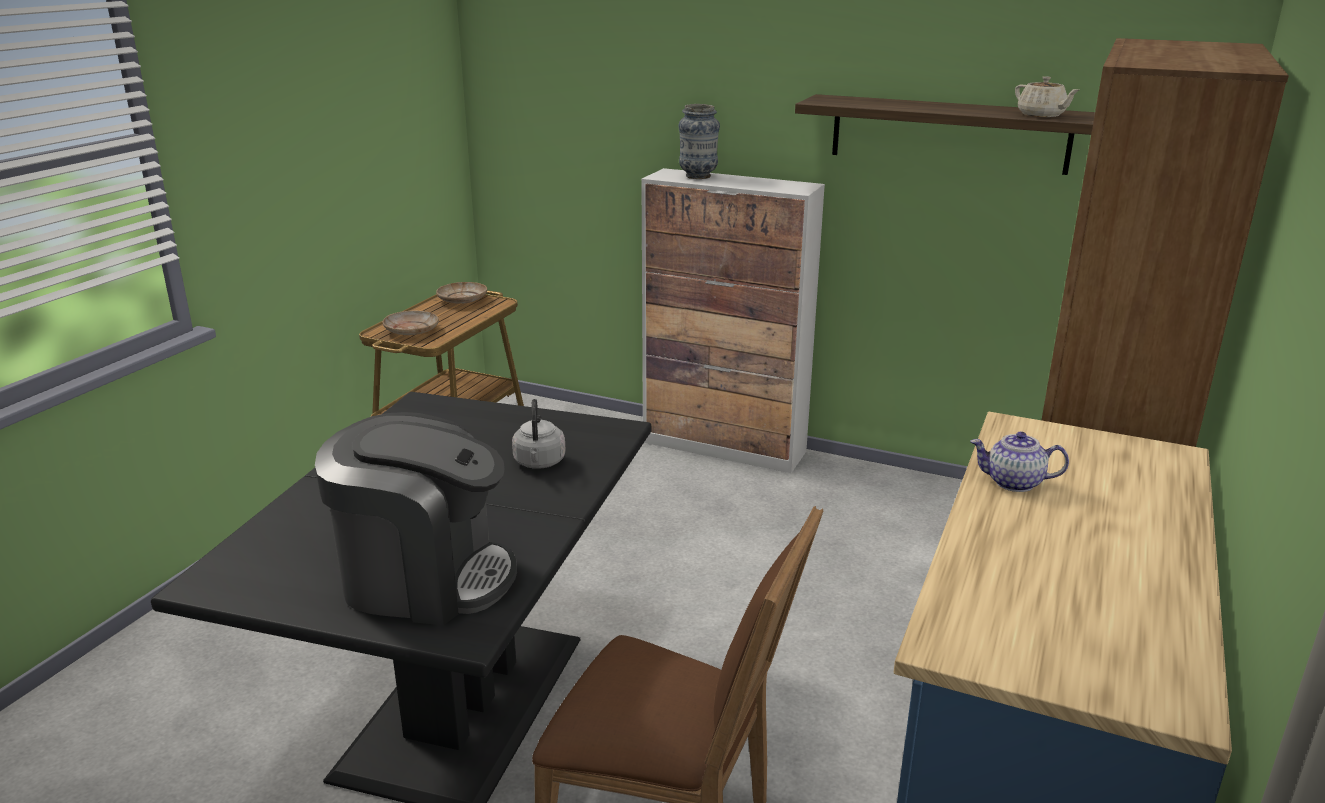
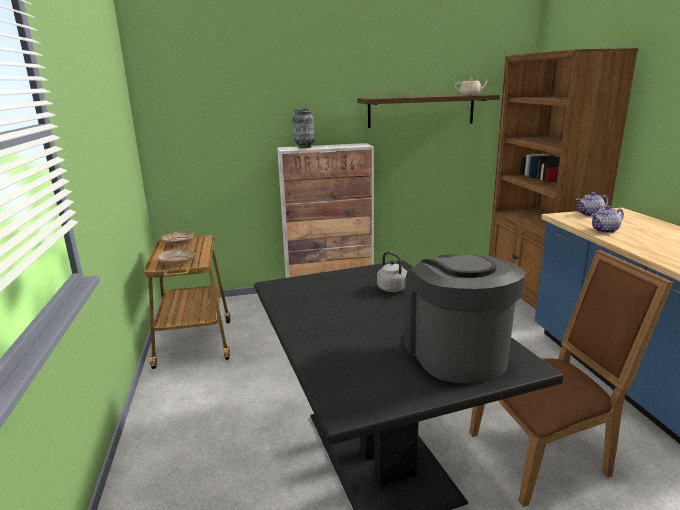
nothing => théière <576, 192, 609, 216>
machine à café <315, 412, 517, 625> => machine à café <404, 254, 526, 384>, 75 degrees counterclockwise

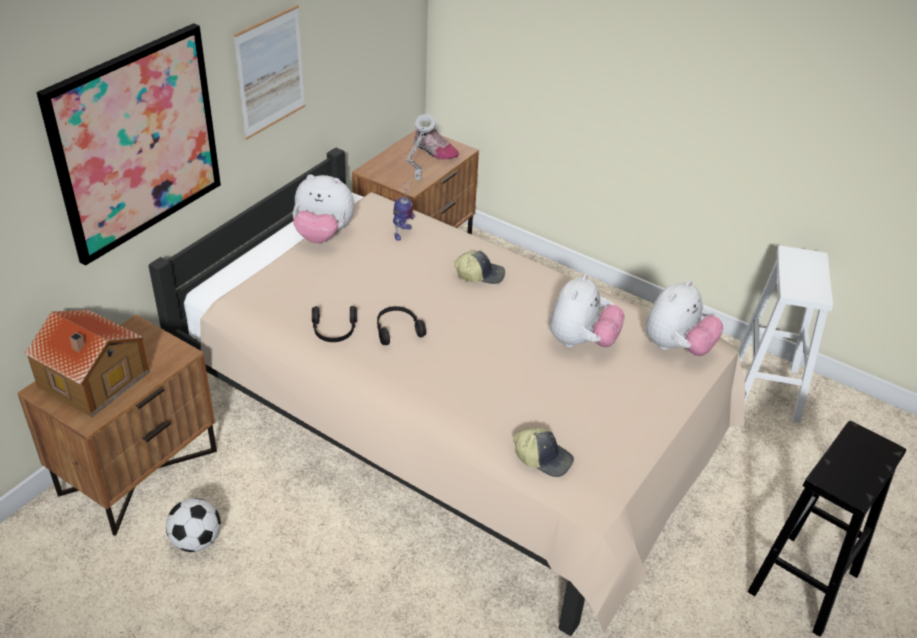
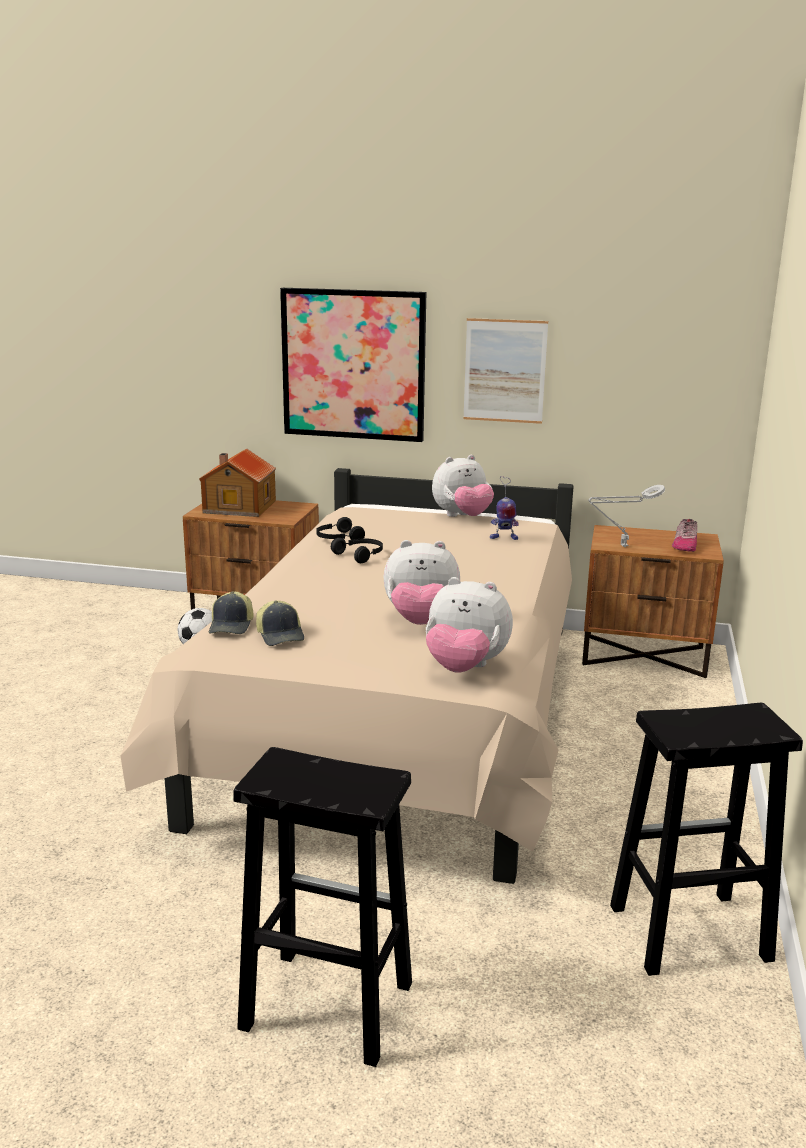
casquette <454, 251, 505, 284> => casquette <256, 600, 304, 646>, shifted
tabouret (blanc) <738, 246, 833, 423> => tabouret (noir) <610, 703, 803, 976>
peluche <293, 174, 355, 243> => peluche <432, 455, 494, 517>, 105 degrees counterclockwise

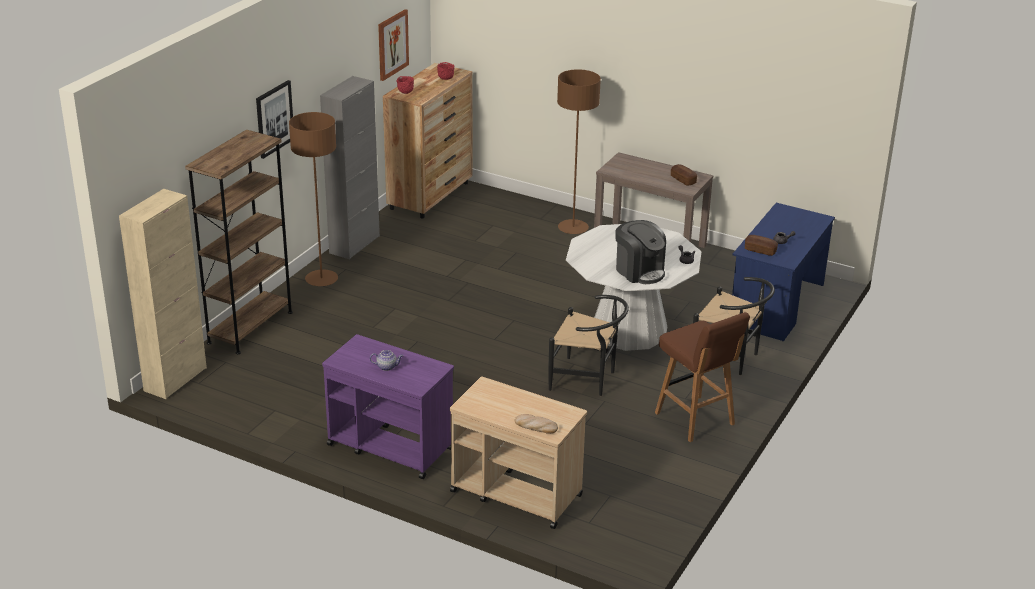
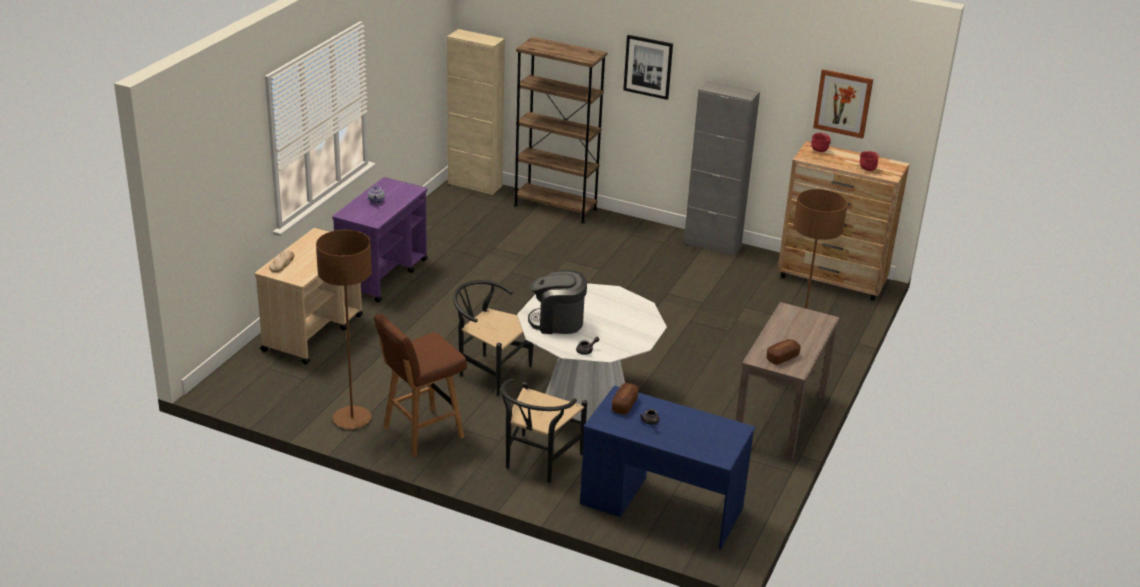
lampadaire (marron) <289, 112, 338, 286> => lampadaire (marron) <316, 230, 372, 429>, shifted
chaise (noir) <548, 295, 629, 396> => chaise (noir) <453, 280, 534, 396>, 105 degrees clockwise
machine à café <615, 220, 666, 284> => machine à café <528, 270, 587, 334>, 45 degrees clockwise

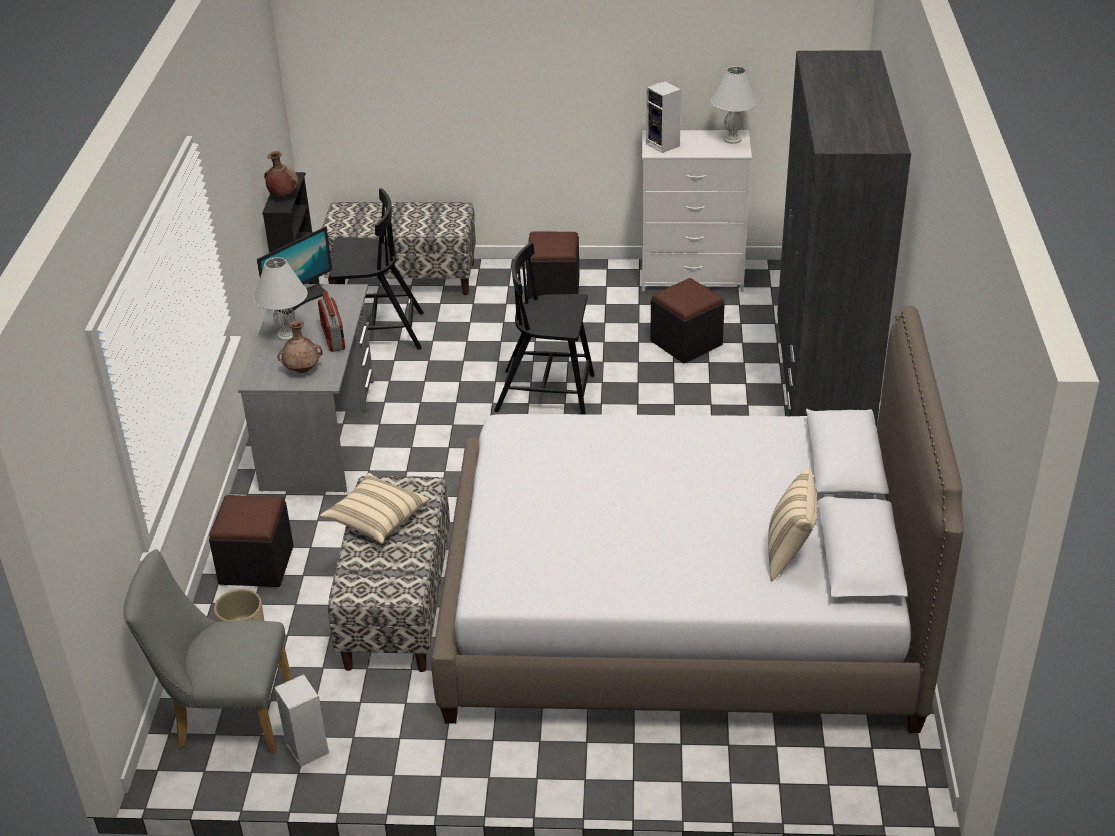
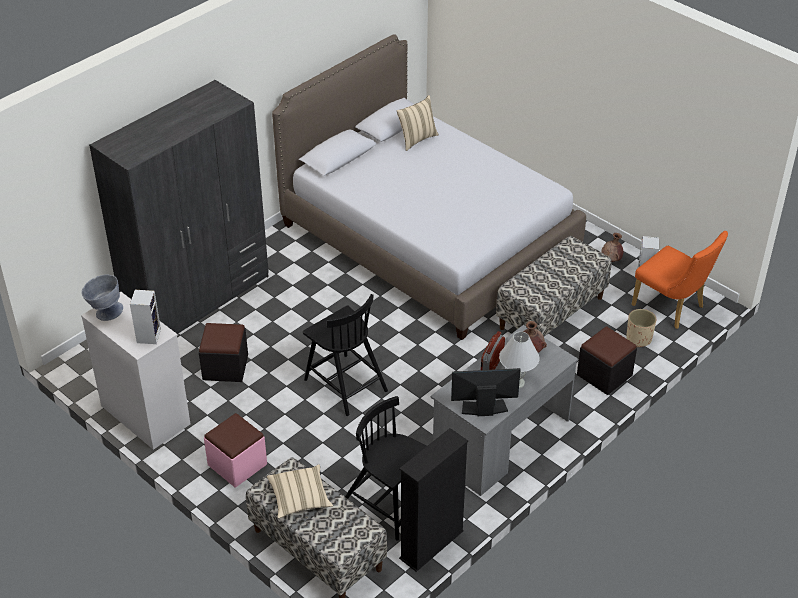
vase (marron) <264, 151, 299, 196> => vase (marron) <601, 233, 623, 262>, shifted
coussin (beige) <320, 473, 429, 544> => coussin (beige) <267, 464, 333, 518>, shifted
lampe de table (blanc) <711, 66, 758, 144> => bol (gris) <81, 275, 123, 321>
chaise (gris) <123, 549, 292, 753> => chaise (orange) <631, 231, 728, 329>
pouf (noir) <526, 232, 579, 300> => pouf (rose) <204, 413, 267, 487>

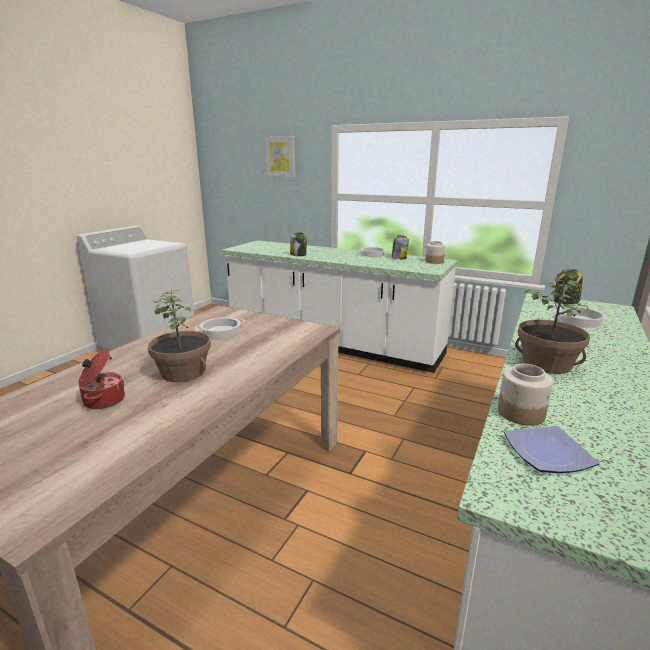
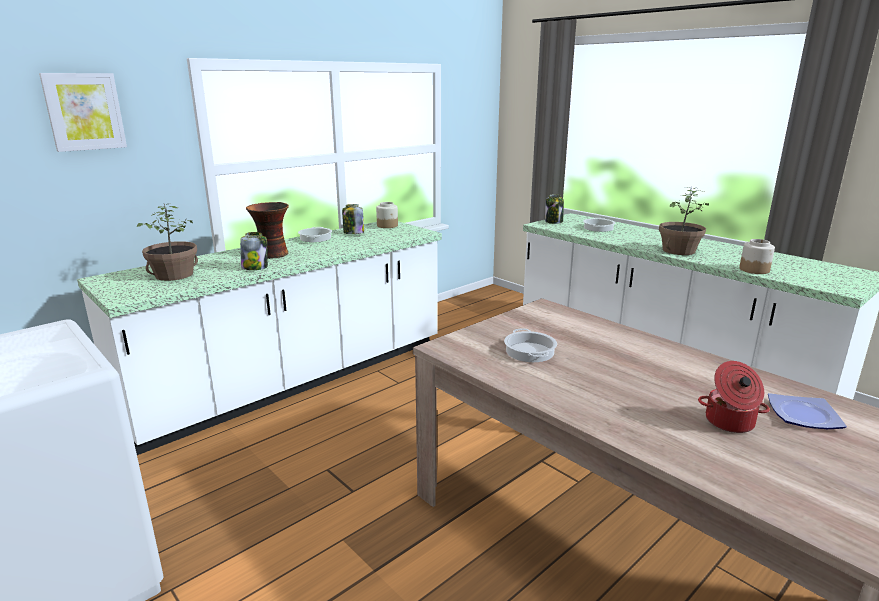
nothing => vase <246, 202, 289, 259>
plante en pot <148, 290, 211, 382> => plante en pot <137, 203, 198, 281>, shifted
assiette <504, 426, 600, 473> => assiette <768, 393, 847, 429>, shifted

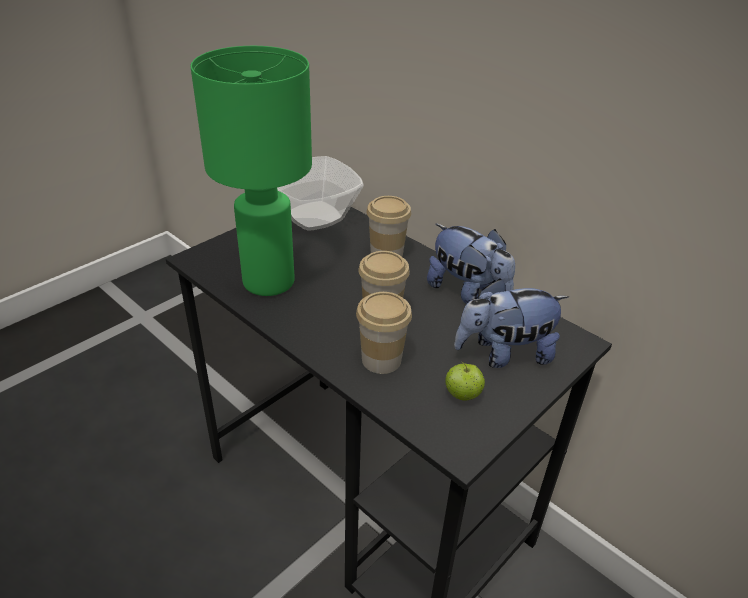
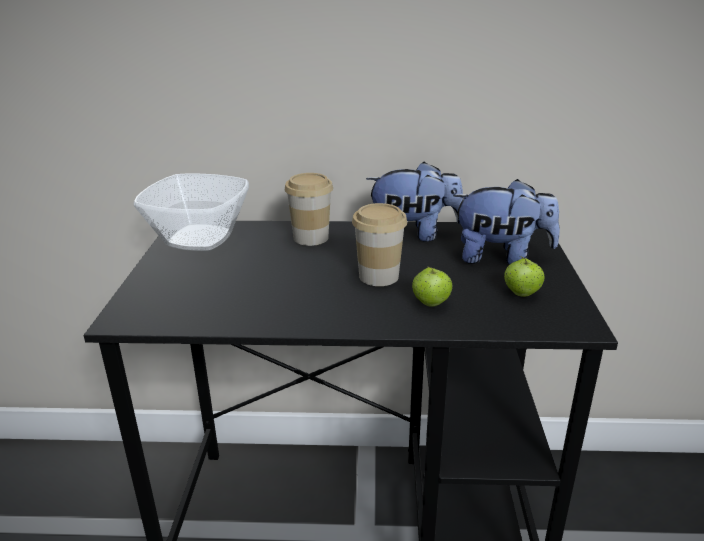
lampe de table (vert) <190, 46, 312, 296> => nothing
tasse <356, 292, 412, 374> => pomme <412, 267, 453, 307>
peluche <454, 278, 569, 368> => peluche <453, 179, 560, 265>, 120 degrees counterclockwise

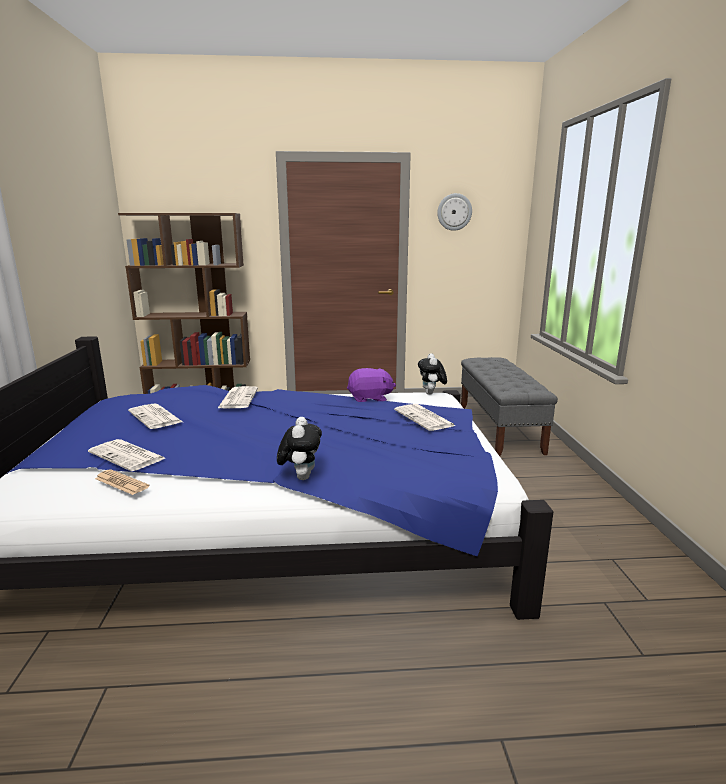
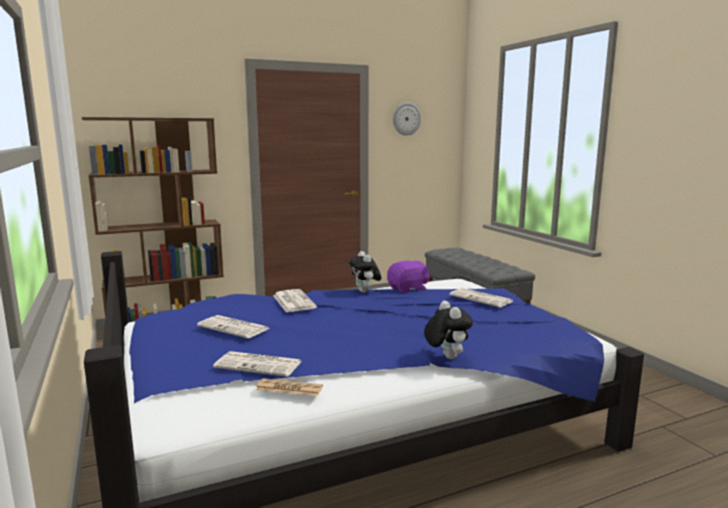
peluche <418, 353, 447, 395> => peluche <349, 251, 381, 293>, shifted

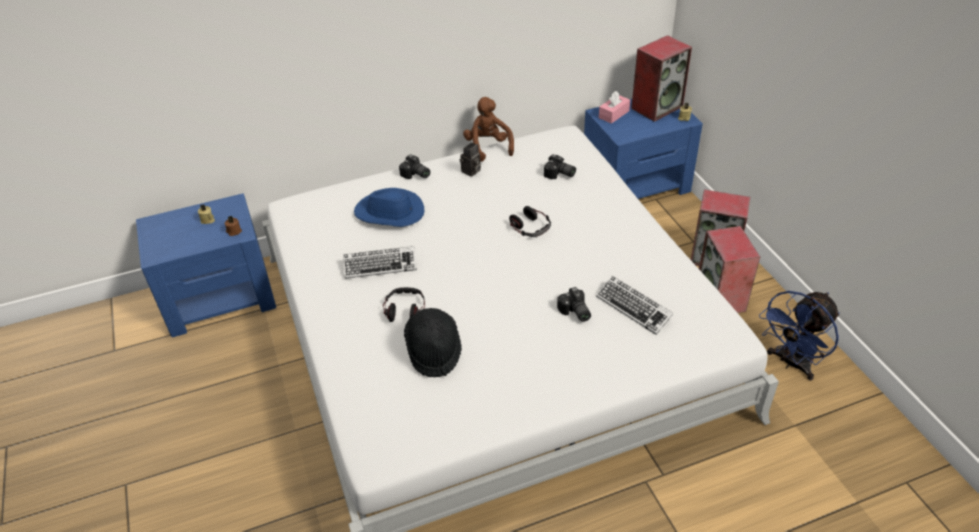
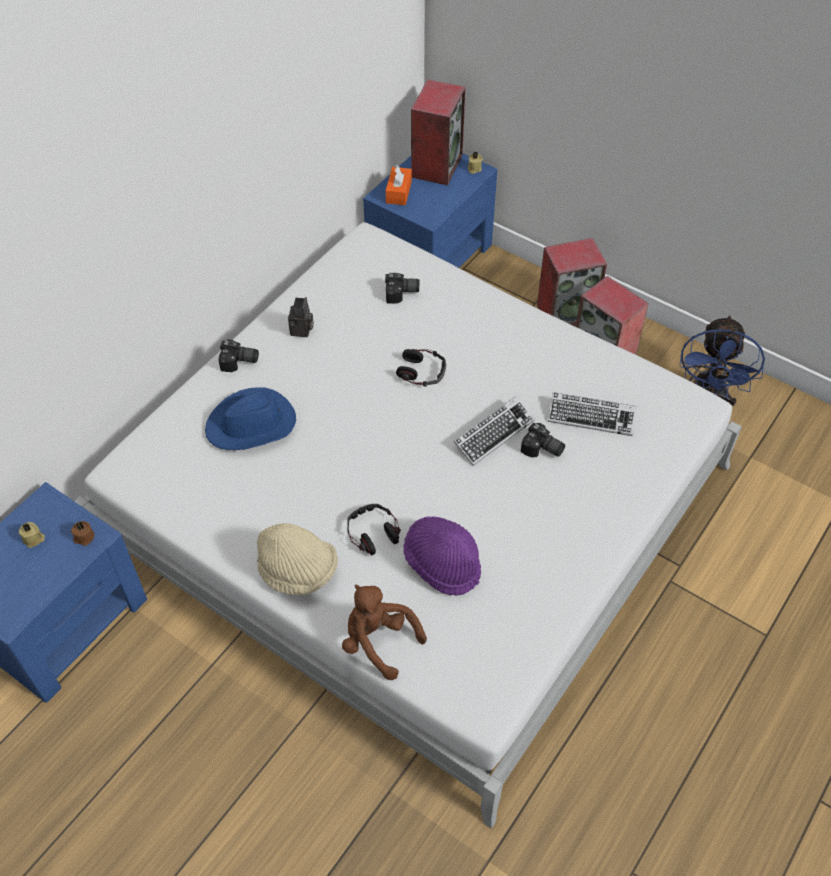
nothing => chapeau (beige) <257, 523, 338, 595>
clavier <343, 246, 417, 279> => clavier <453, 396, 535, 466>, shifted
peluche (marron) <463, 97, 514, 162> => peluche (marron) <342, 585, 427, 680>, shifted
chapeau (noir) <404, 308, 462, 377> => chapeau (violet) <403, 516, 481, 596>
boîte à mouchoirs (rose) <599, 91, 630, 124> => boîte à mouchoirs (orange) <386, 165, 412, 205>

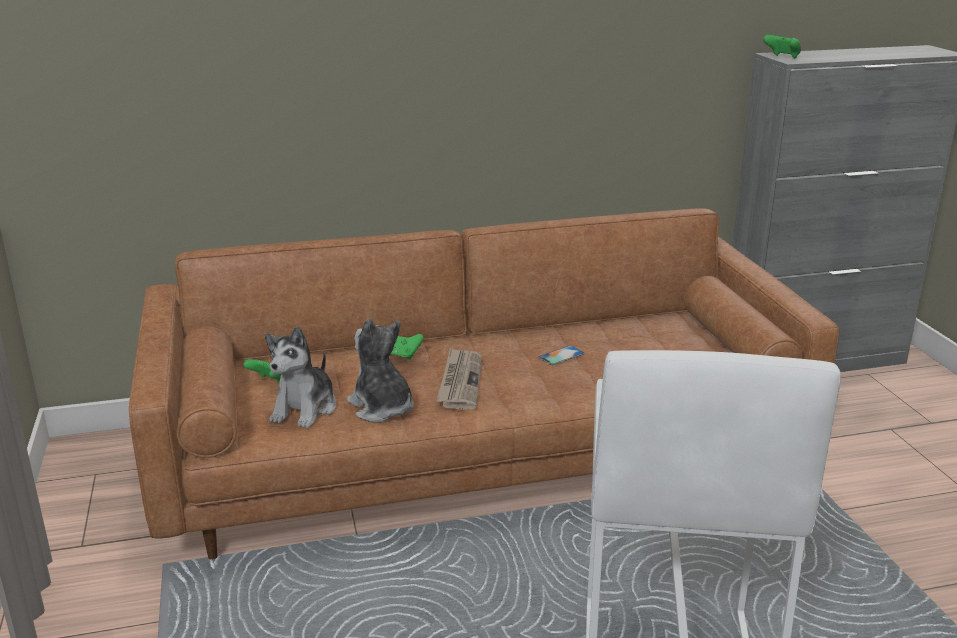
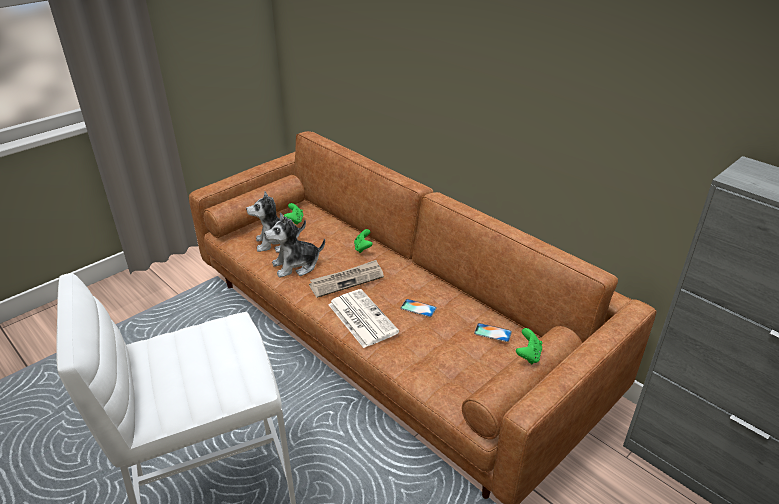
nothing => journal <328, 289, 399, 348>
nothing => téléphone <474, 323, 512, 342>
manette (vert) <763, 35, 801, 59> => manette (vert) <516, 328, 542, 364>, shifted
peluche <347, 318, 414, 423> => peluche <264, 213, 325, 278>, 135 degrees counterclockwise

